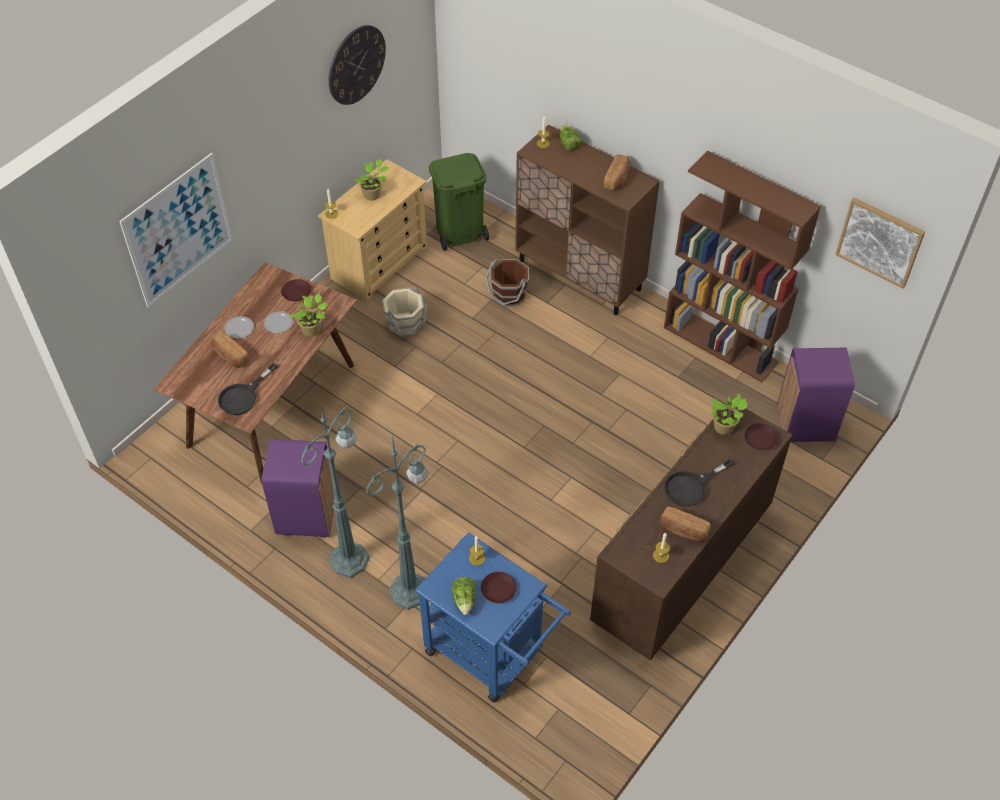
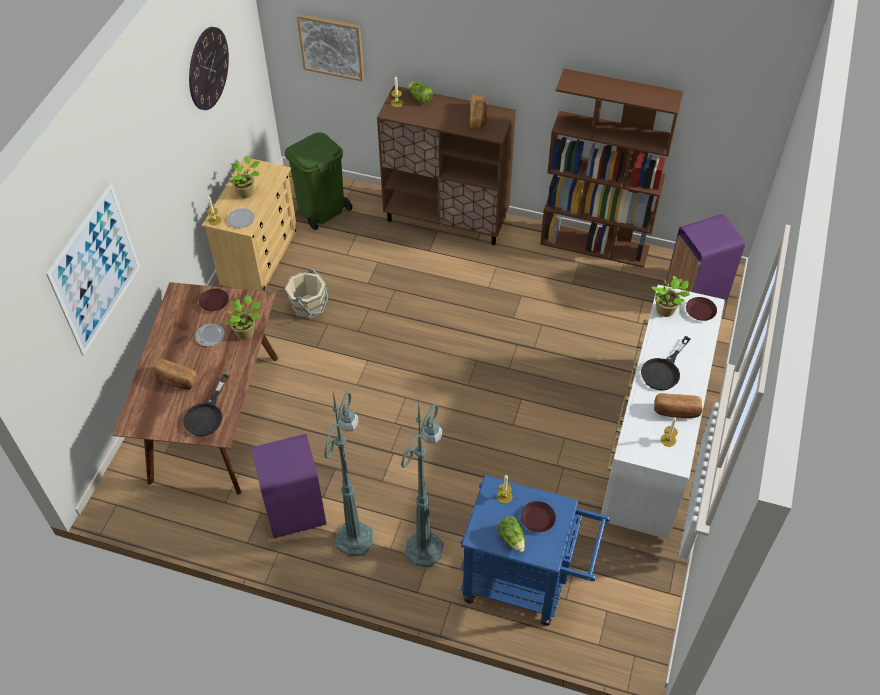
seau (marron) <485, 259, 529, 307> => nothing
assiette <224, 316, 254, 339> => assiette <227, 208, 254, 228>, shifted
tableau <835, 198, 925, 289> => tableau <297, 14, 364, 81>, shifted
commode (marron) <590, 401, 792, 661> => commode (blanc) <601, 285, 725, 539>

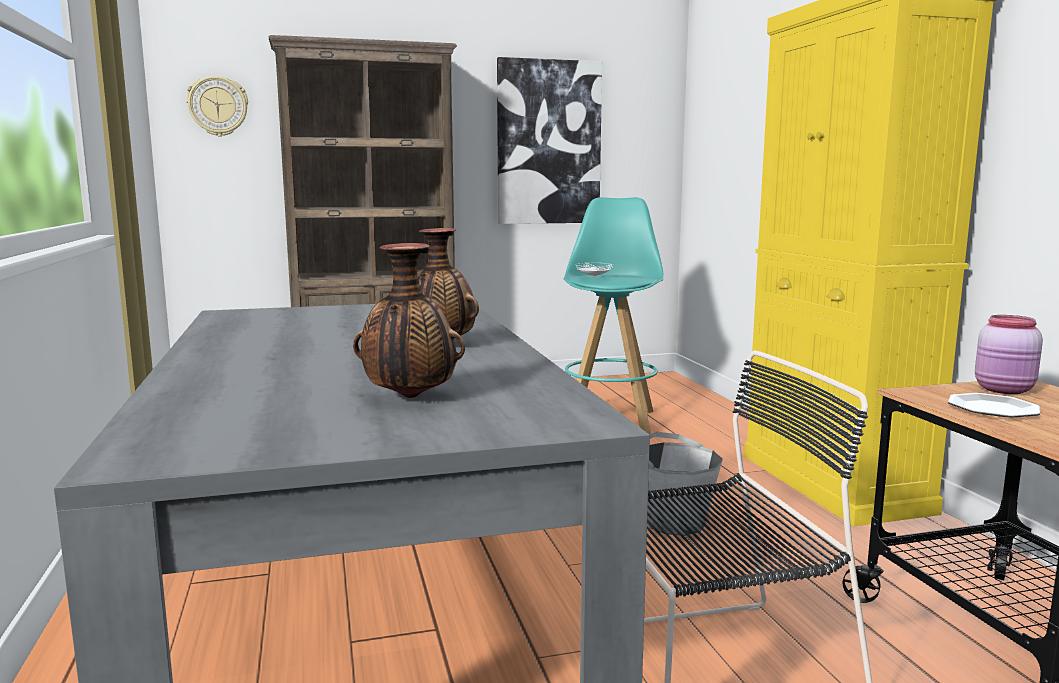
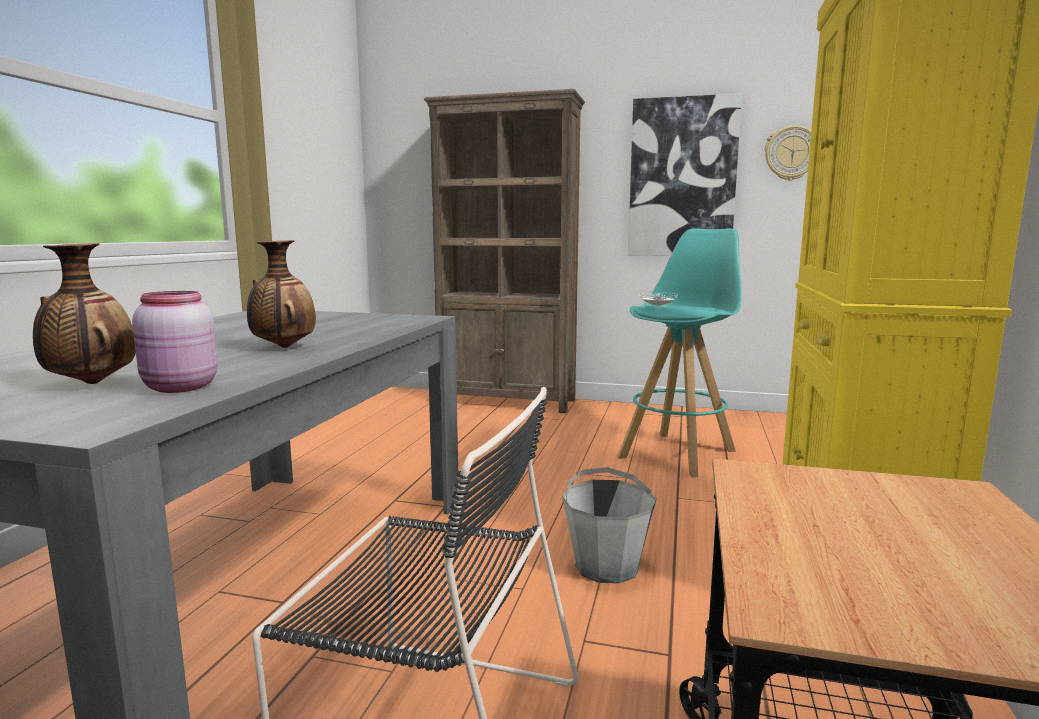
assiette <948, 393, 1040, 417> => nothing
horloge murale <186, 76, 248, 136> => horloge murale <765, 125, 811, 180>, shifted
bocal (rose) <975, 315, 1043, 394> => bocal (rose) <132, 291, 218, 393>, shifted

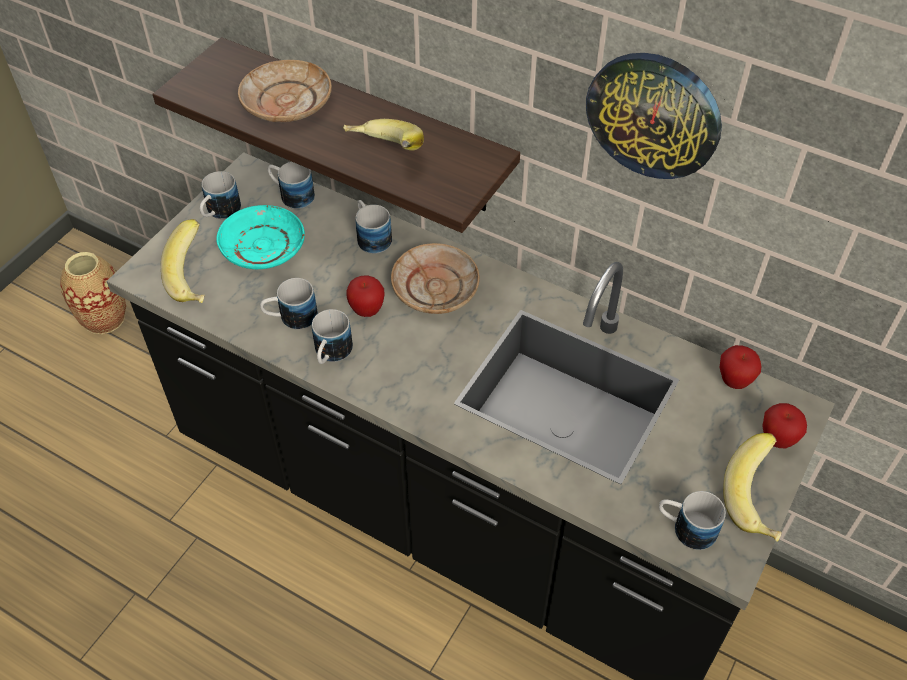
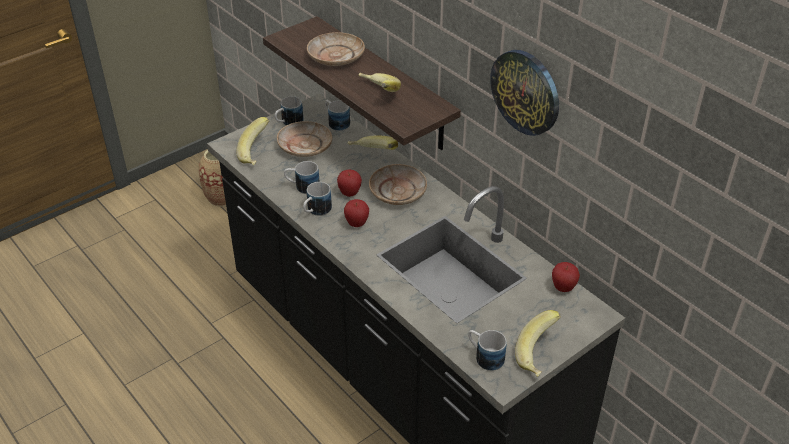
pomme <762, 403, 807, 448> => pomme <344, 199, 369, 227>, shifted
mug <355, 200, 392, 254> => banane <348, 136, 398, 150>
assiette (turquoise) <216, 205, 305, 269> => assiette (beige) <277, 121, 333, 157>

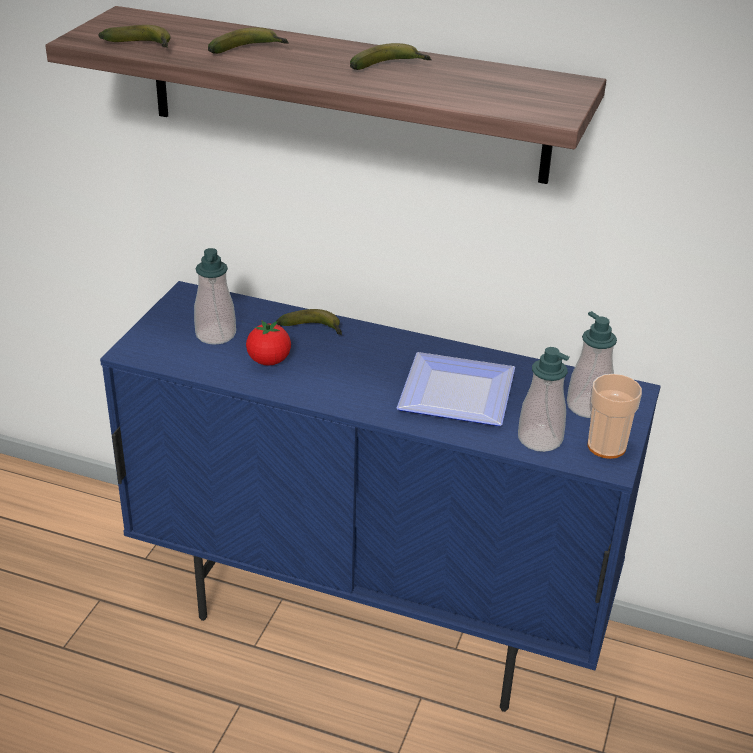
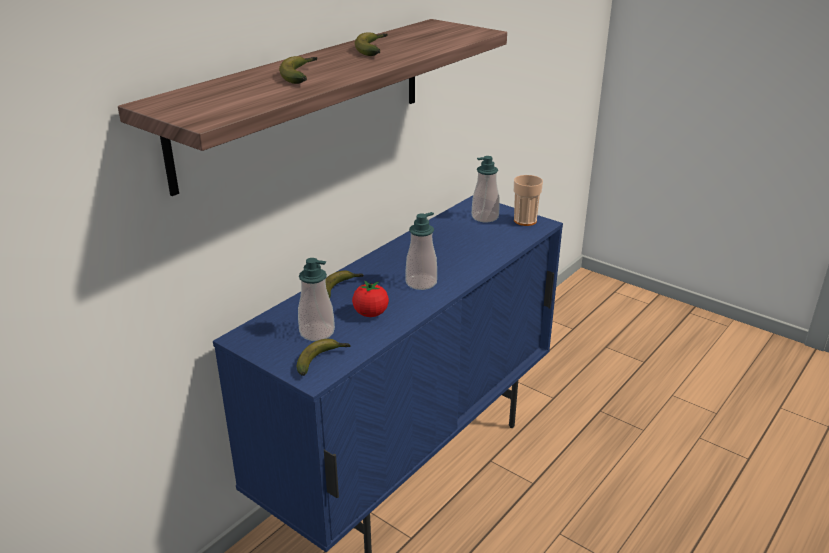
assiette <396, 352, 515, 426> => nothing
banane <98, 25, 171, 48> => banane <297, 339, 351, 376>, shifted
distributeur de savon <518, 347, 570, 452> => distributeur de savon <405, 212, 437, 290>, shifted

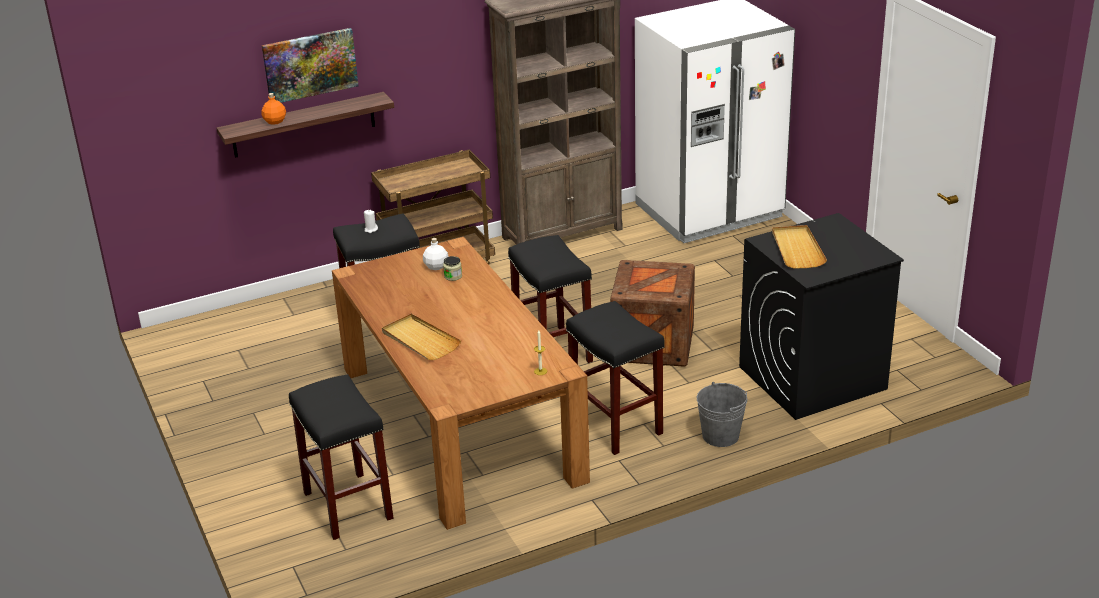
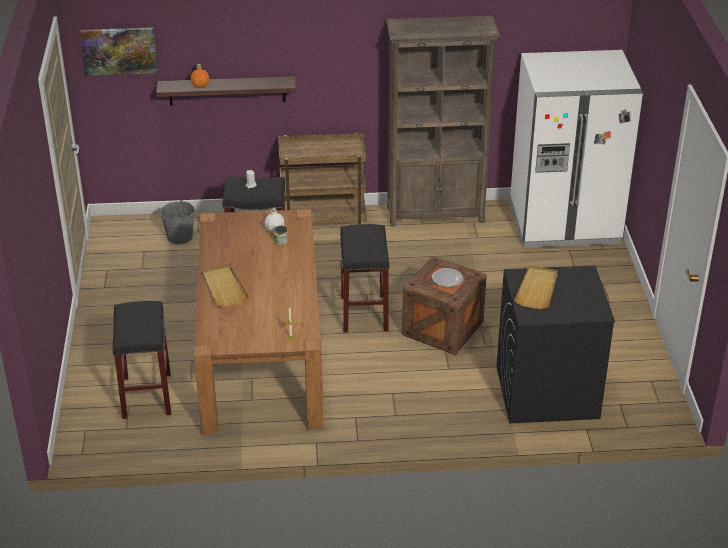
tabouret (noir) <566, 301, 665, 455> => nothing
nothing => assiette <432, 268, 463, 287>
tableau <262, 28, 358, 103> => tableau <79, 27, 158, 76>, shifted
seau (gris) <696, 382, 748, 447> => seau (gris) <160, 200, 195, 244>, shifted

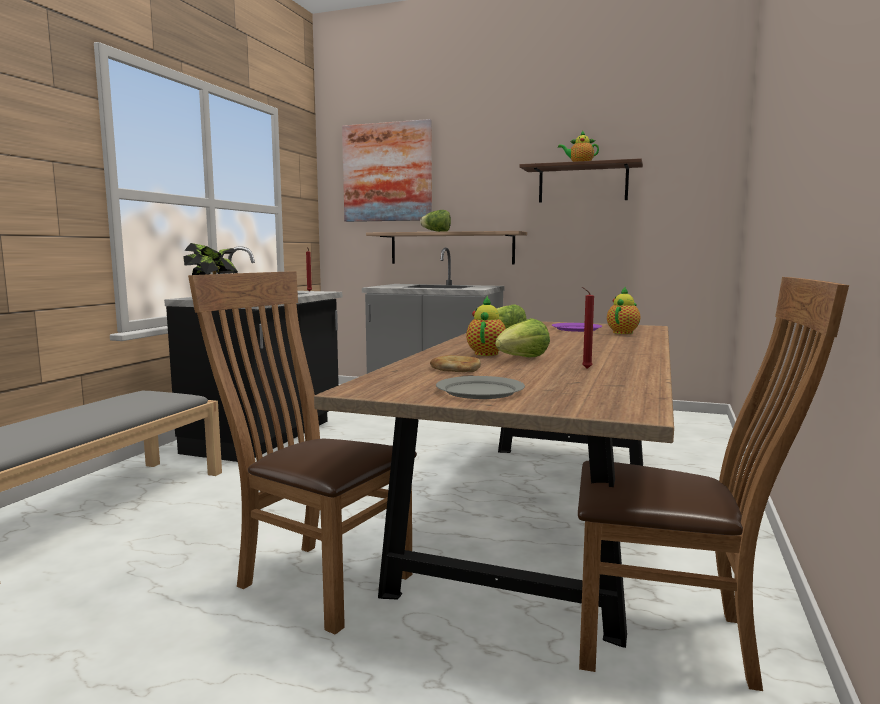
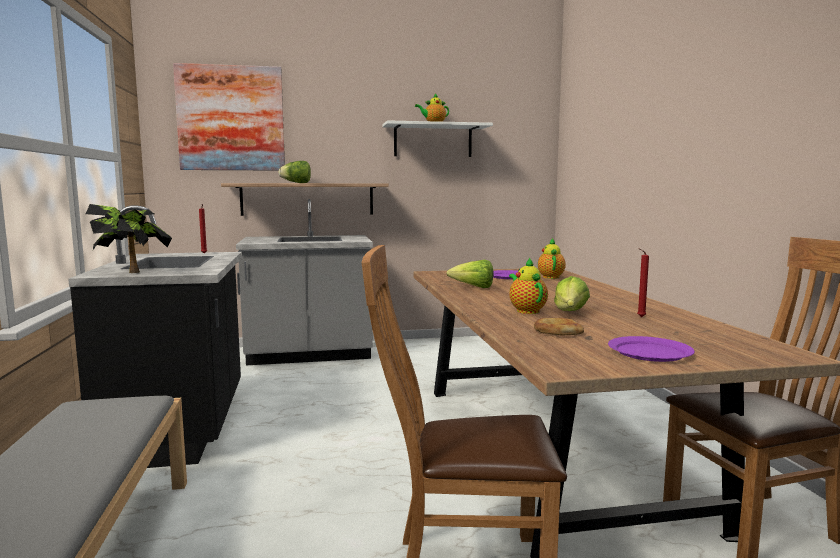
assiette (gris) <436, 376, 525, 399> => assiette (violet) <608, 336, 695, 362>
étagère (marron) <519, 158, 643, 203> => étagère (blanc) <382, 120, 493, 157>

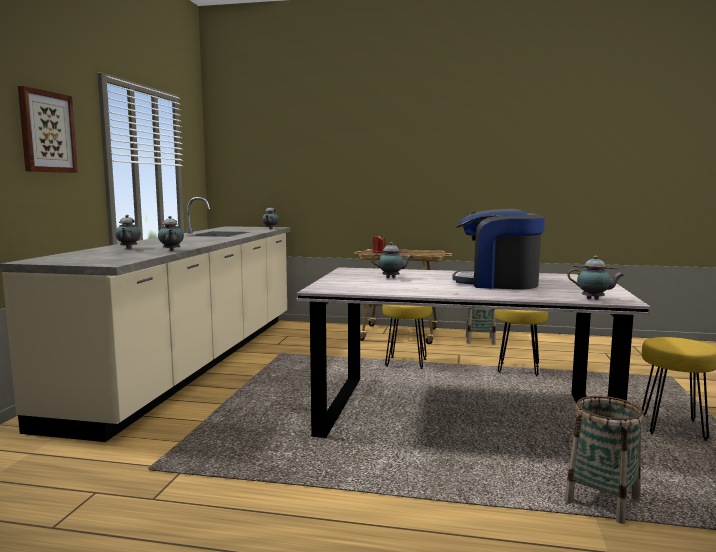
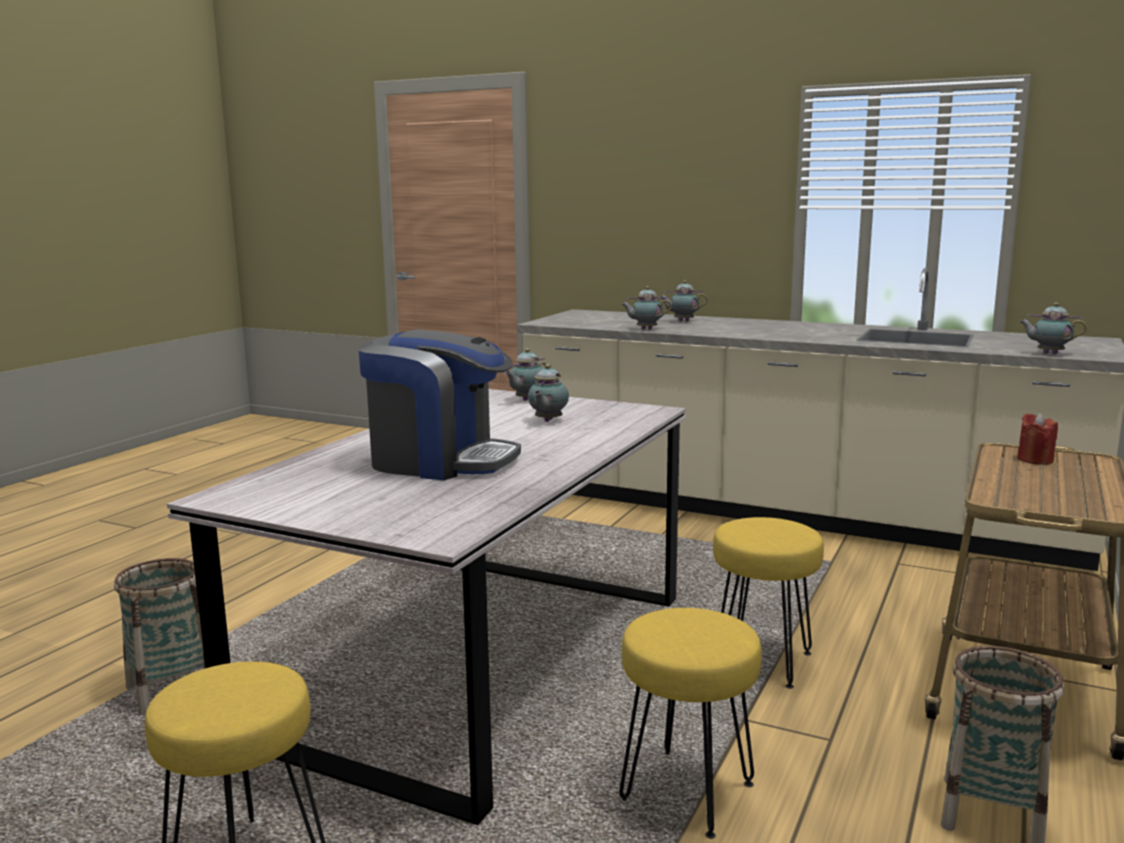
tableau <18, 86, 78, 173> => nothing
théière <568, 256, 624, 300> => théière <504, 348, 546, 401>, shifted
machine à café <452, 209, 545, 290> => machine à café <358, 330, 521, 480>, 75 degrees clockwise

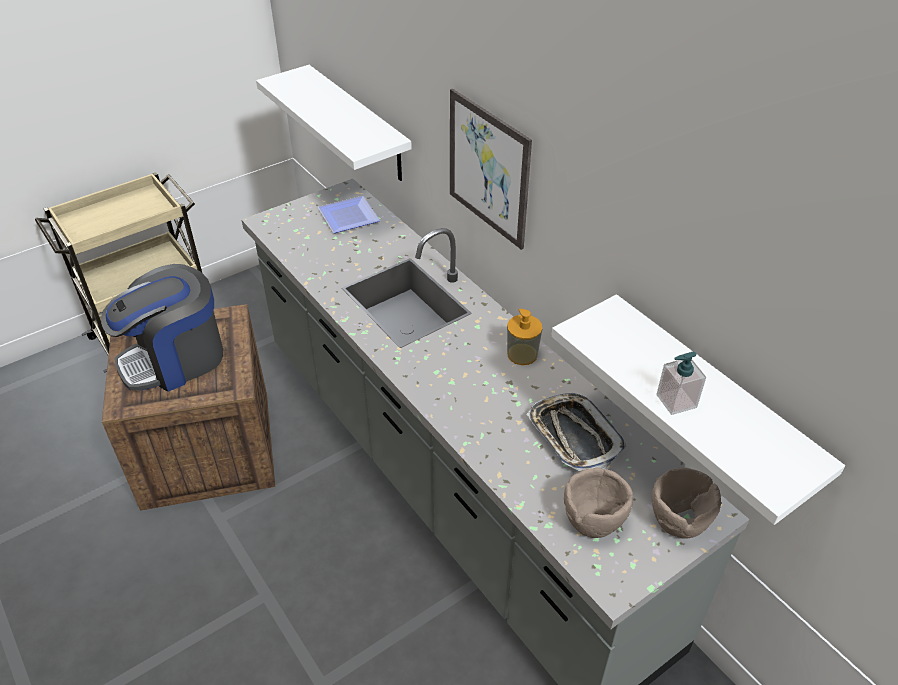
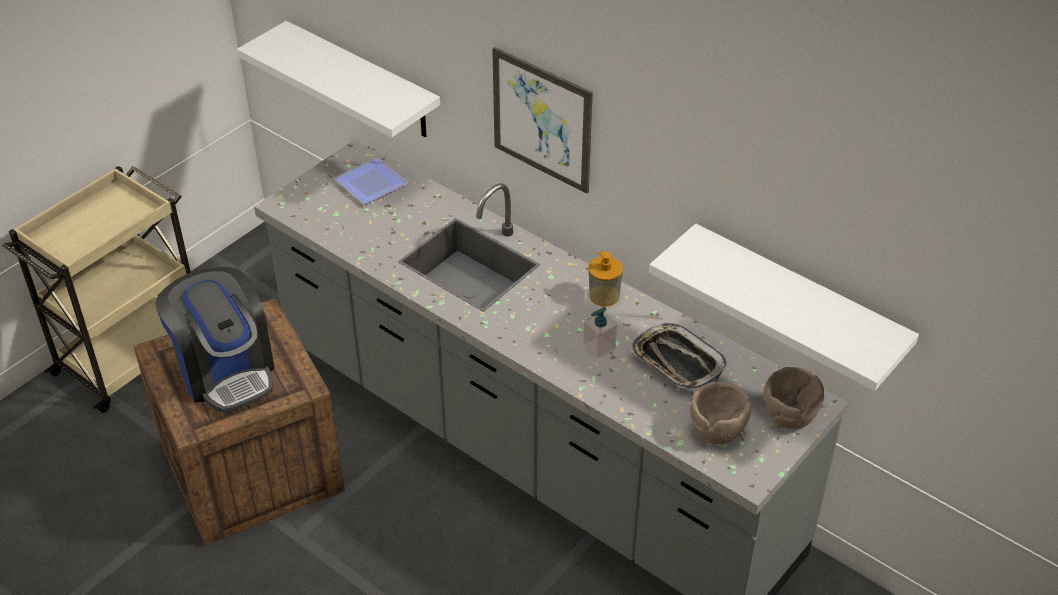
distributeur de savon <657, 351, 706, 415> => distributeur de savon <583, 307, 617, 358>, shifted
machine à café <101, 264, 223, 392> => machine à café <155, 267, 275, 413>, 75 degrees counterclockwise

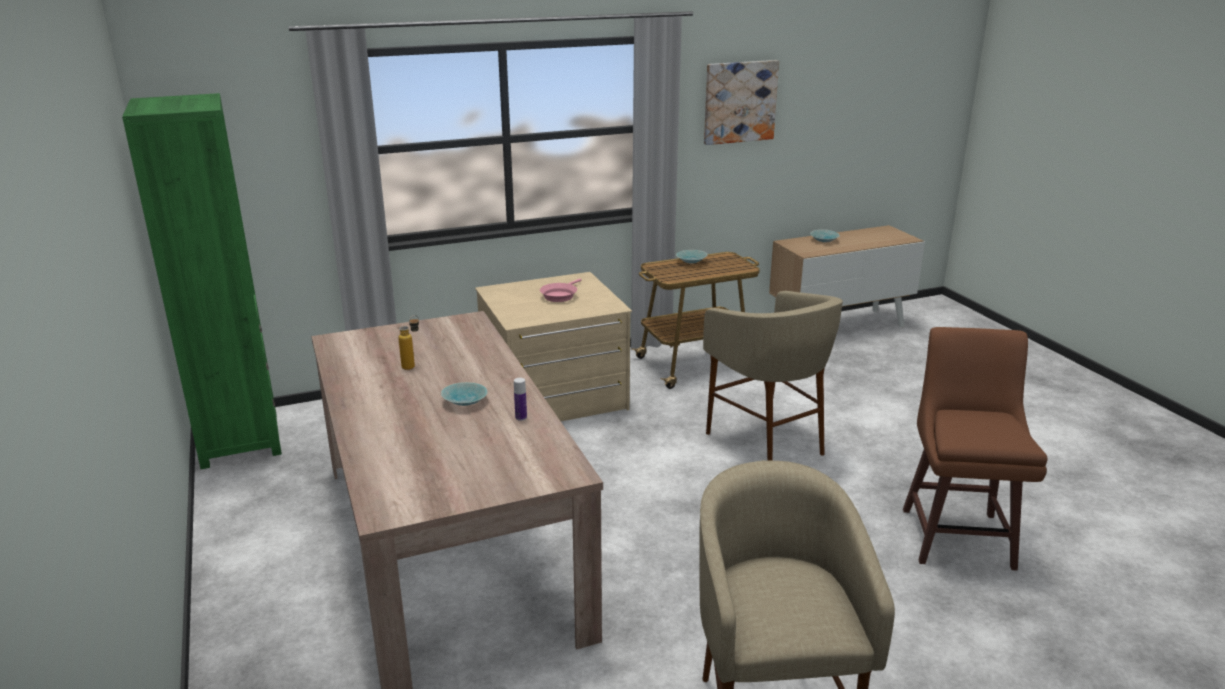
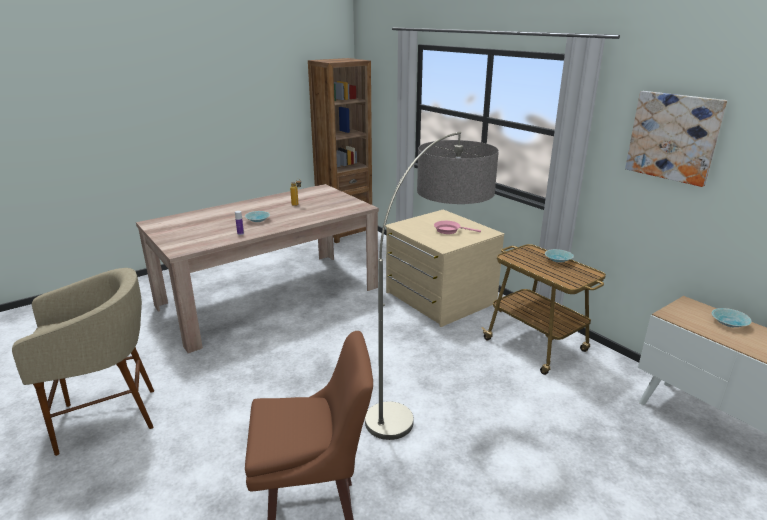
tabouret (beige) <703, 291, 843, 461> => lampadaire <365, 132, 499, 440>
bibliothèque (vert) <122, 93, 282, 469> => bibliothèque (marron) <308, 58, 372, 243>

